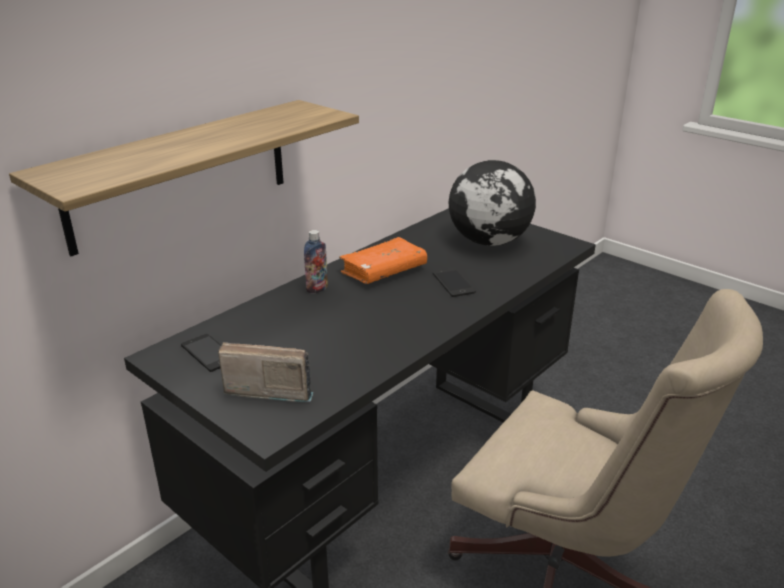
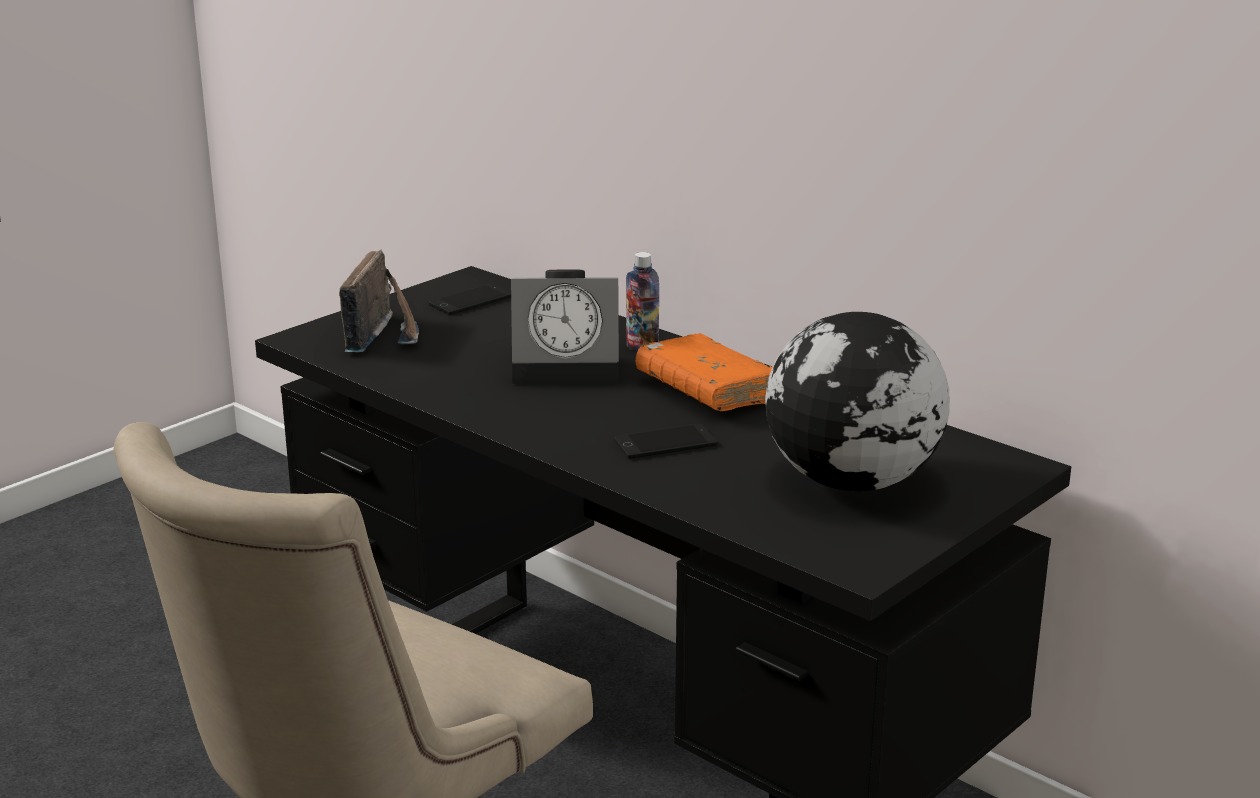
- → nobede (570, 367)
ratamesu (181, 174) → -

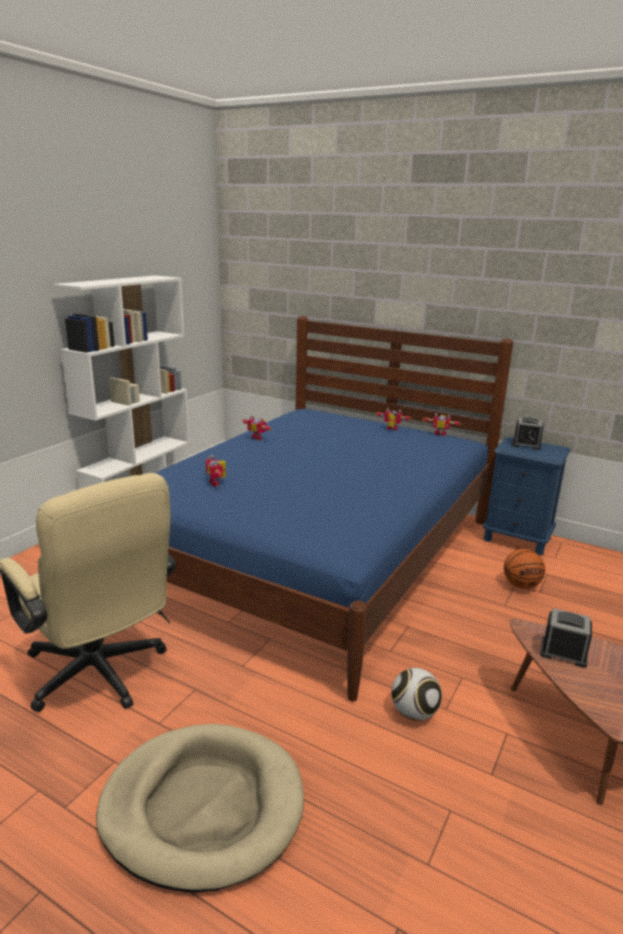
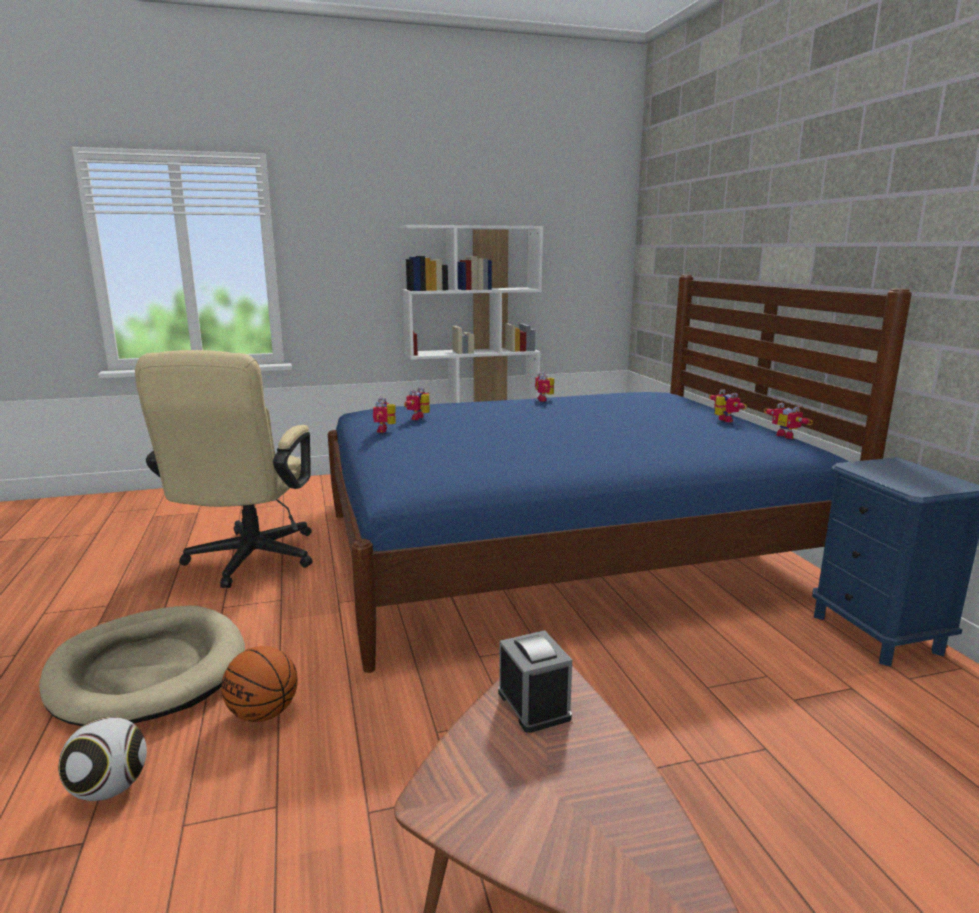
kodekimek (414, 713) → kodekimek (110, 789), moved
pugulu (521, 585) → pugulu (263, 713), moved
- → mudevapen (385, 430)
nobede (526, 445) → -

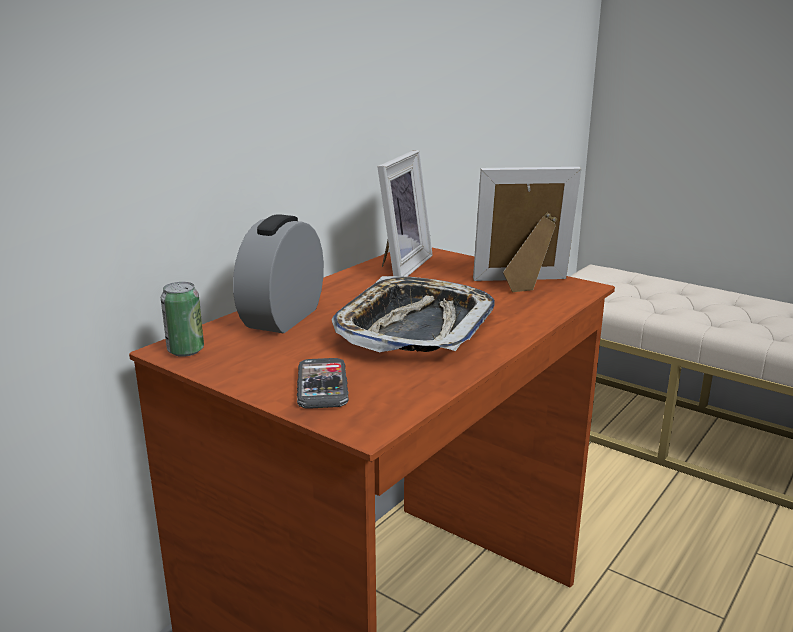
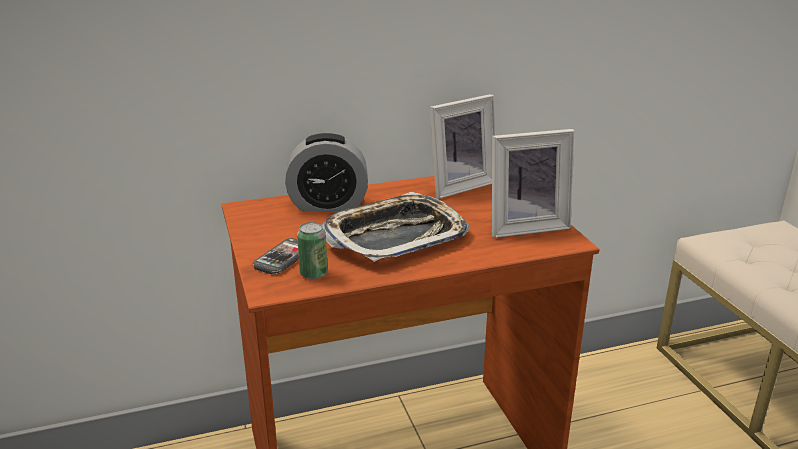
nobede (283, 318) → nobede (328, 205), 150 degrees counterclockwise
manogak (186, 351) → manogak (313, 274), moved
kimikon (523, 284) → kimikon (525, 226), 135 degrees clockwise

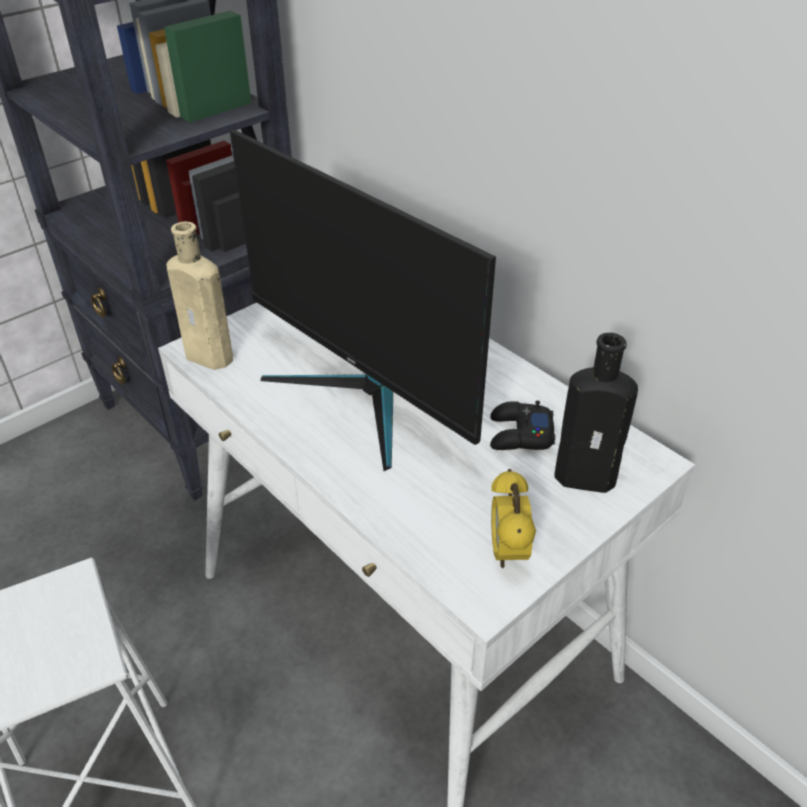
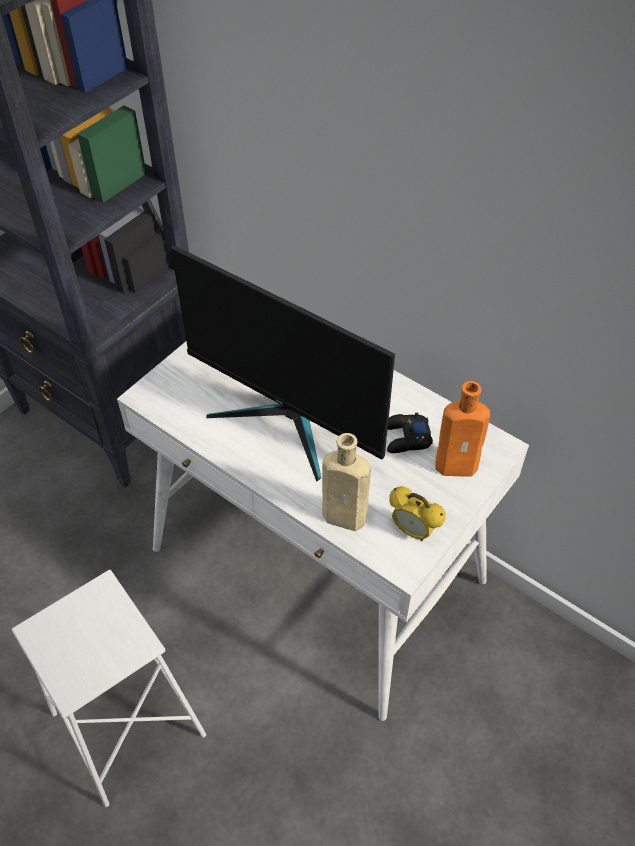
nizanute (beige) (212, 357) → nizanute (beige) (347, 517), moved
nobede (507, 552) → nobede (413, 531), 45 degrees counterclockwise
nizanute (black) (589, 477) → nizanute (orange) (459, 466)

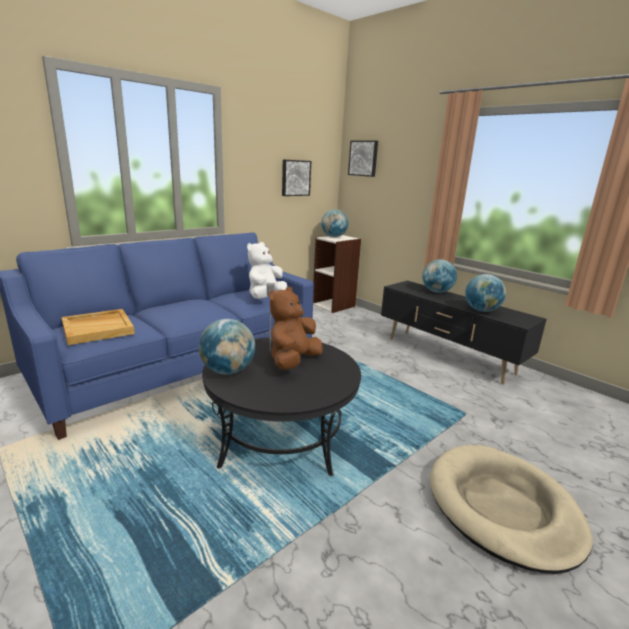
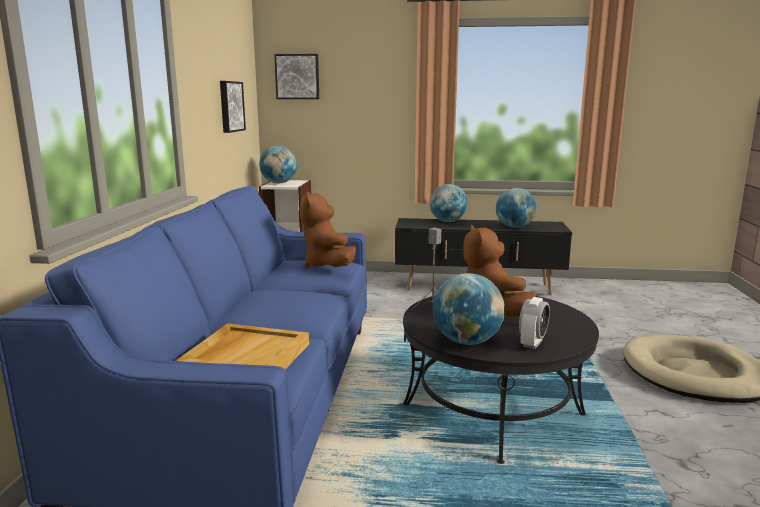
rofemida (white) (266, 297) → rofemida (brown) (328, 266)
- → nobede (532, 343)

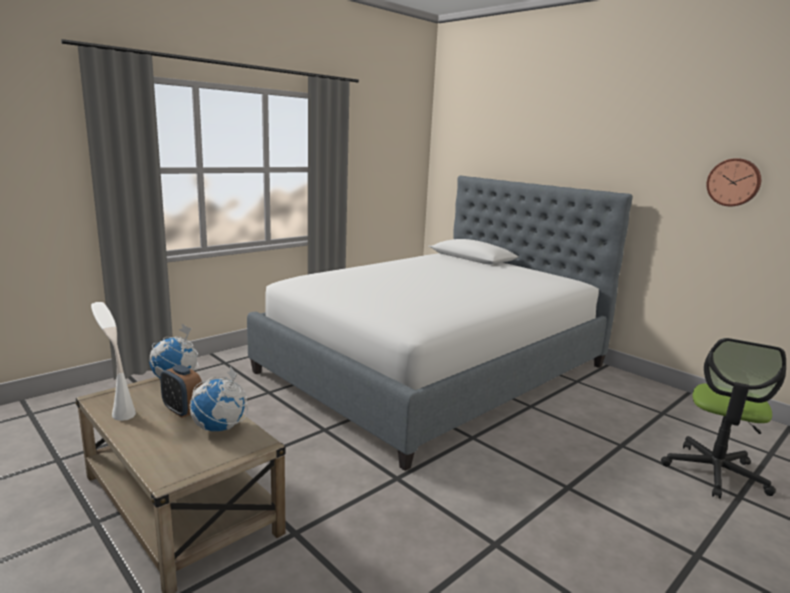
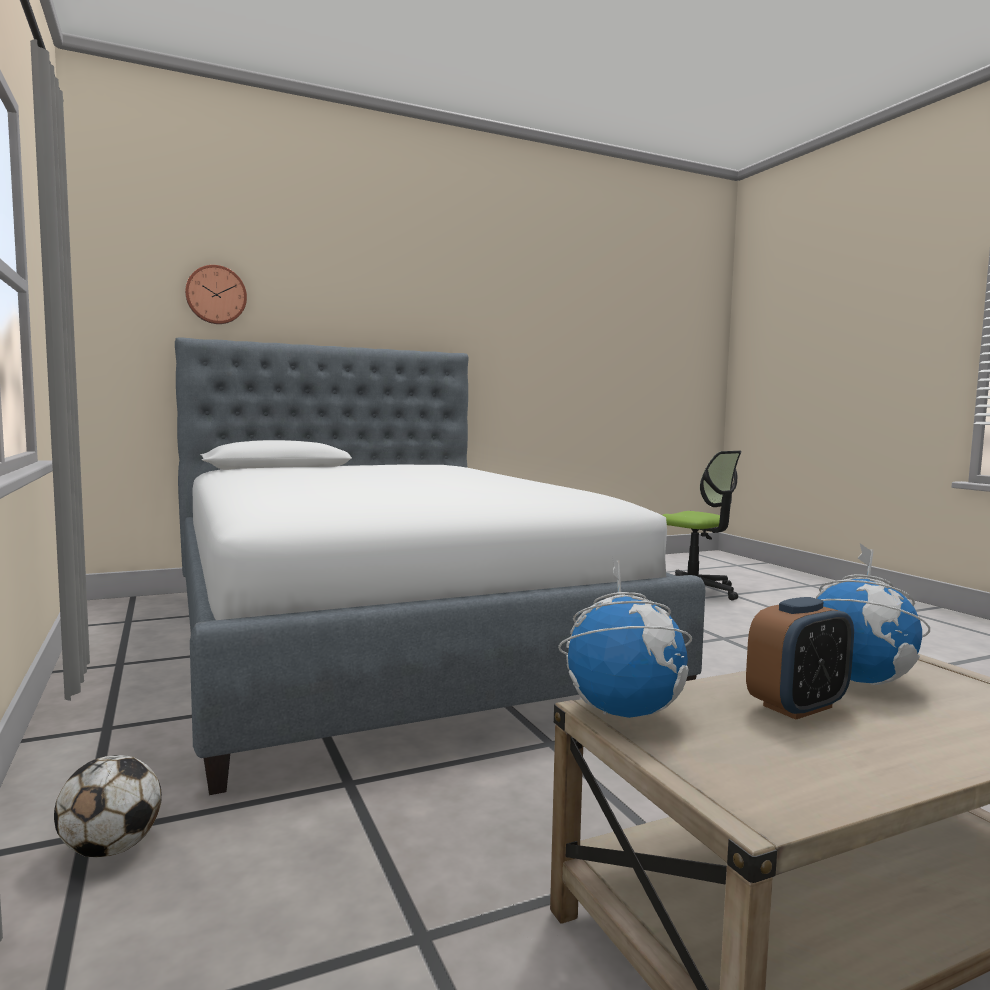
- → kodekimek (111, 849)
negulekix (734, 182) → negulekix (216, 295), moved
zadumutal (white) (116, 402) → -

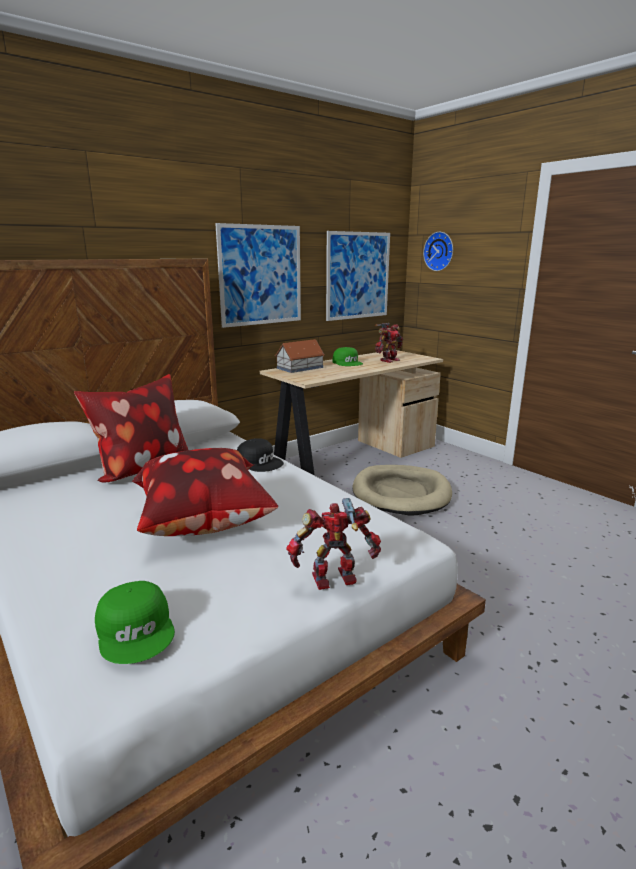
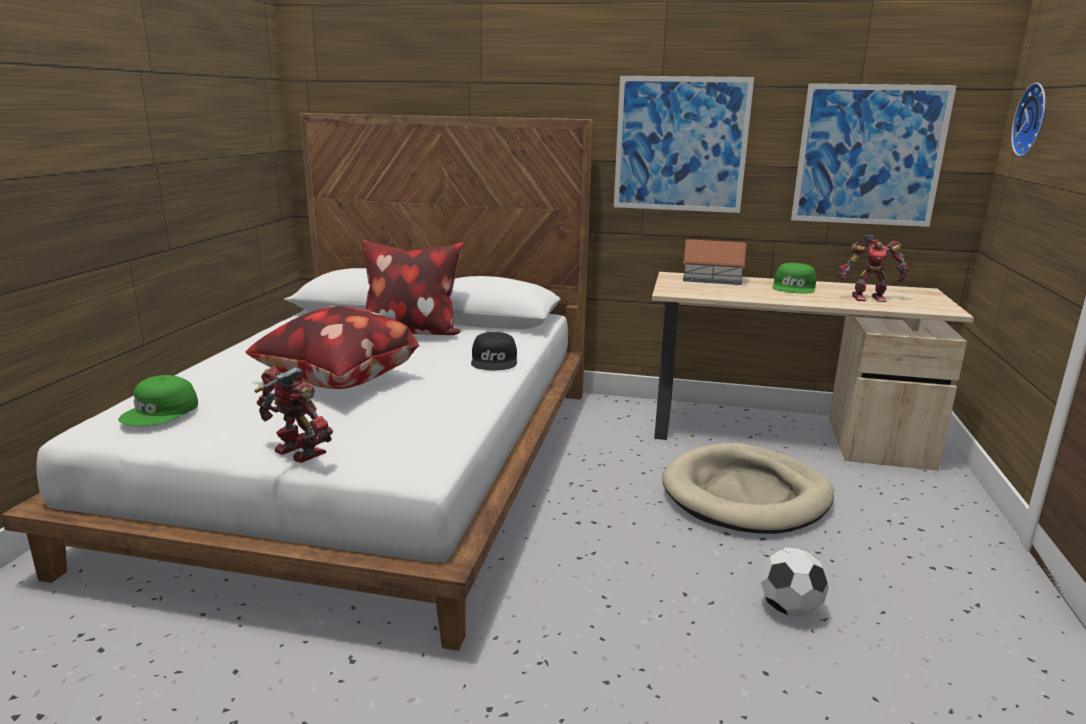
- → kodekimek (788, 608)

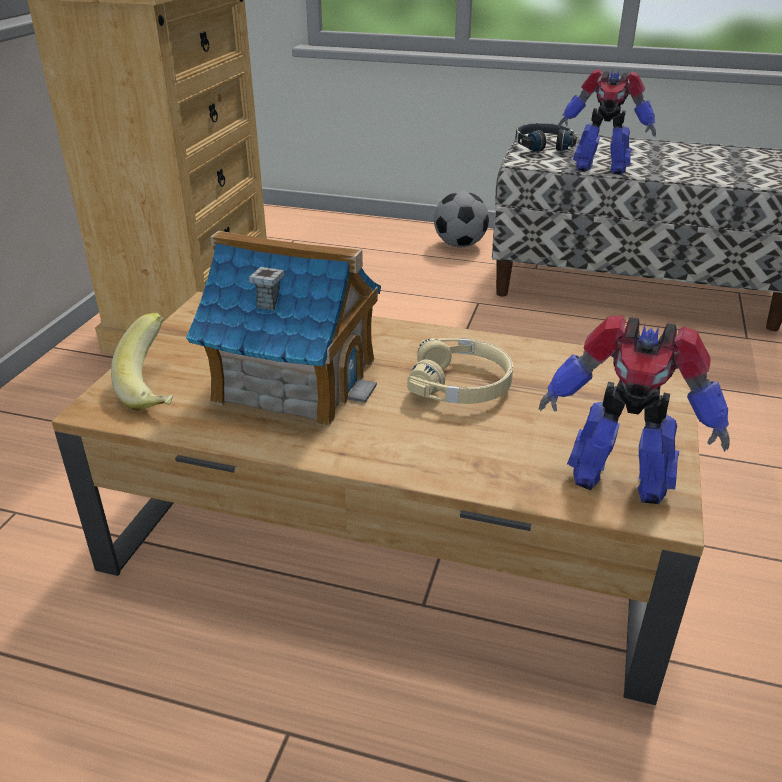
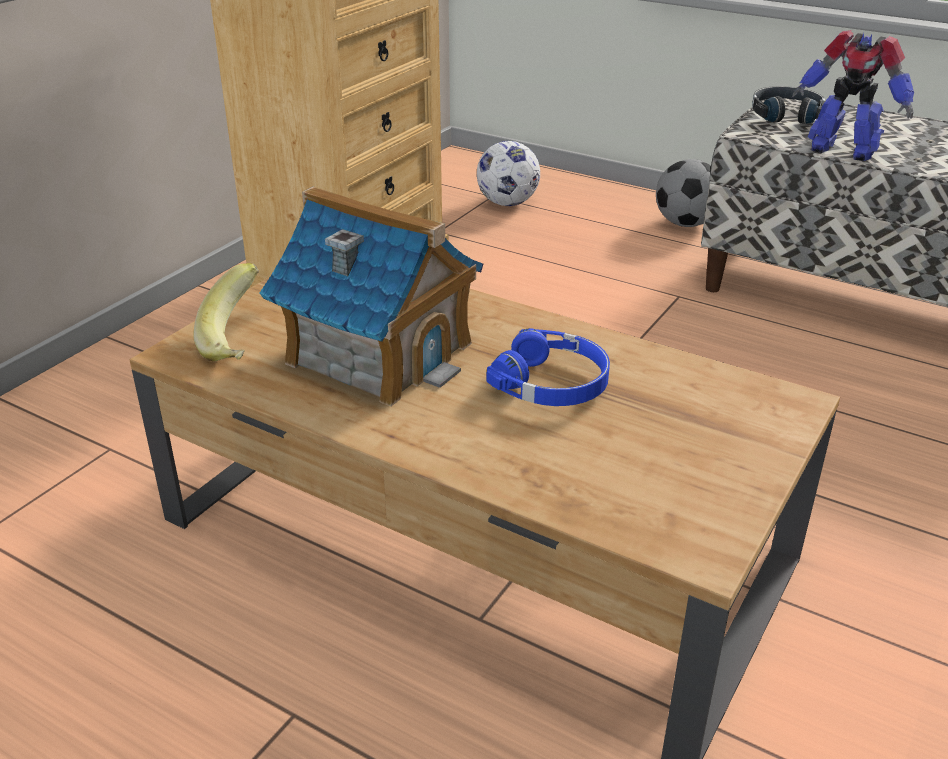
- → kodekimek (507, 203)
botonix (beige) (461, 384) → botonix (blue) (552, 383)
mudevapen (618, 477) → -

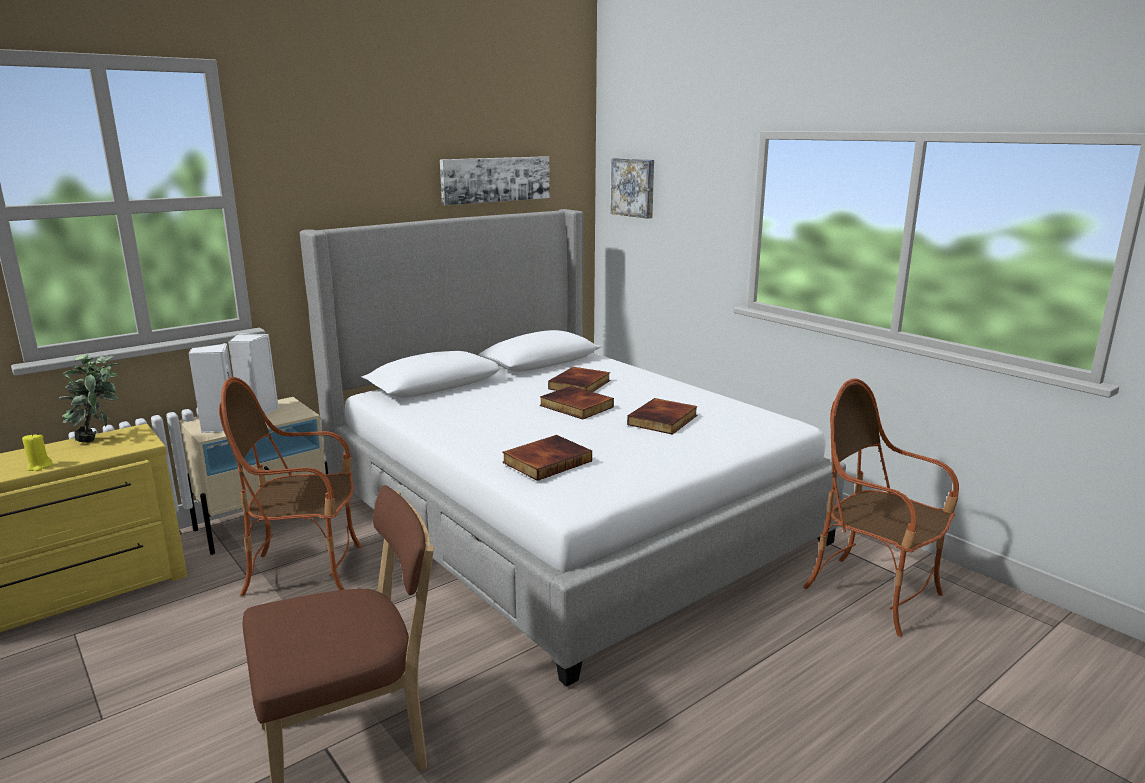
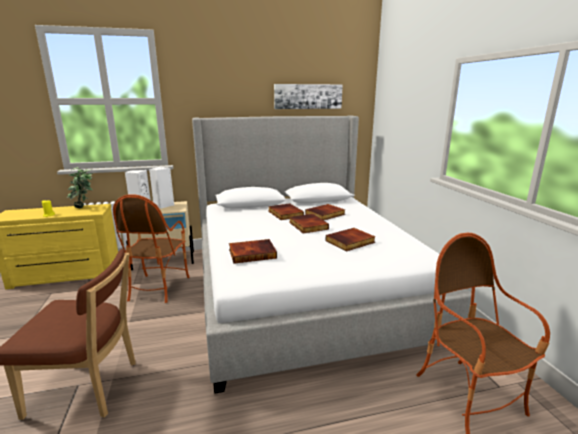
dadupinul (306, 571) → dadupinul (158, 287), 105 degrees counterclockwise
- → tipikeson (284, 213)
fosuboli (634, 187) → -

